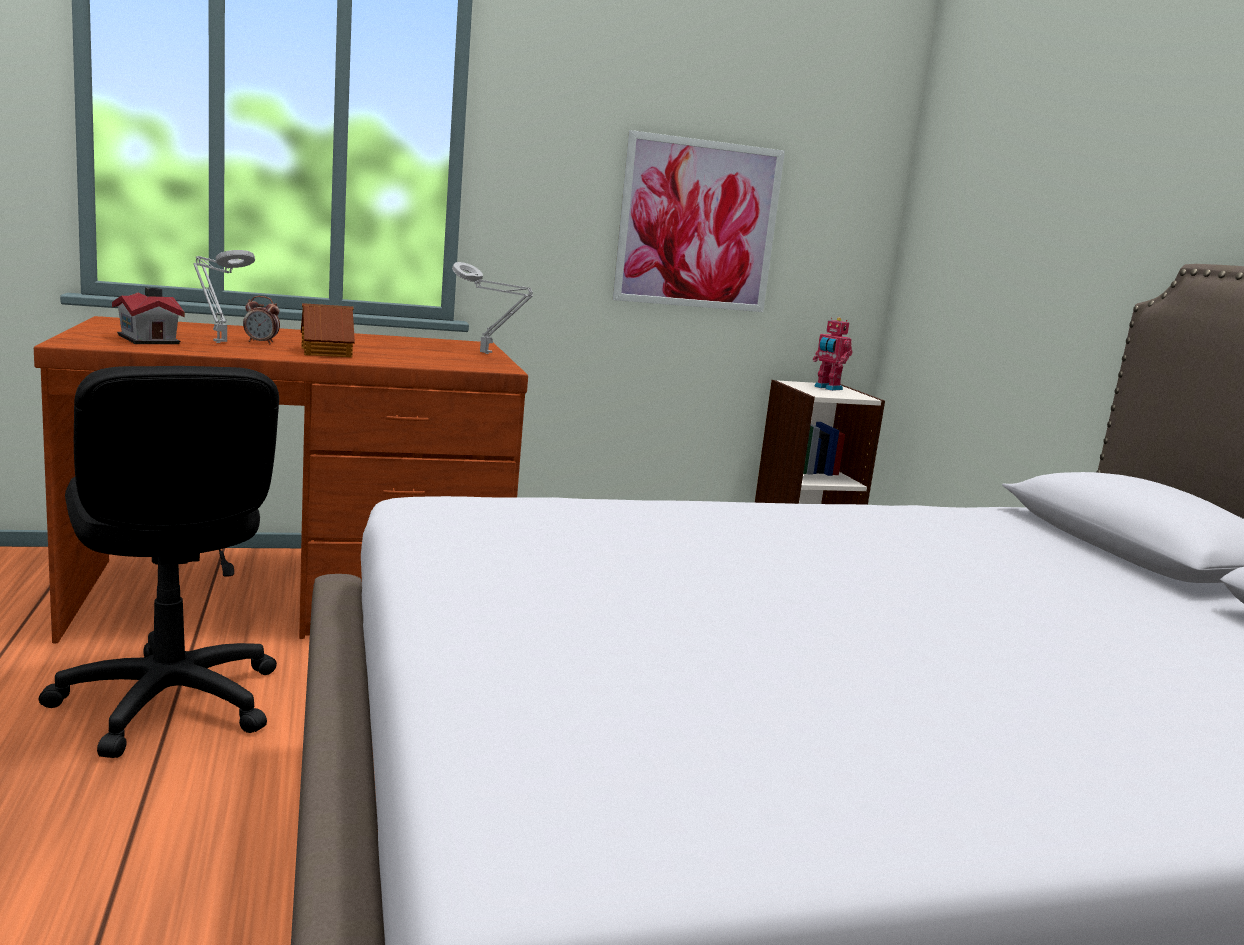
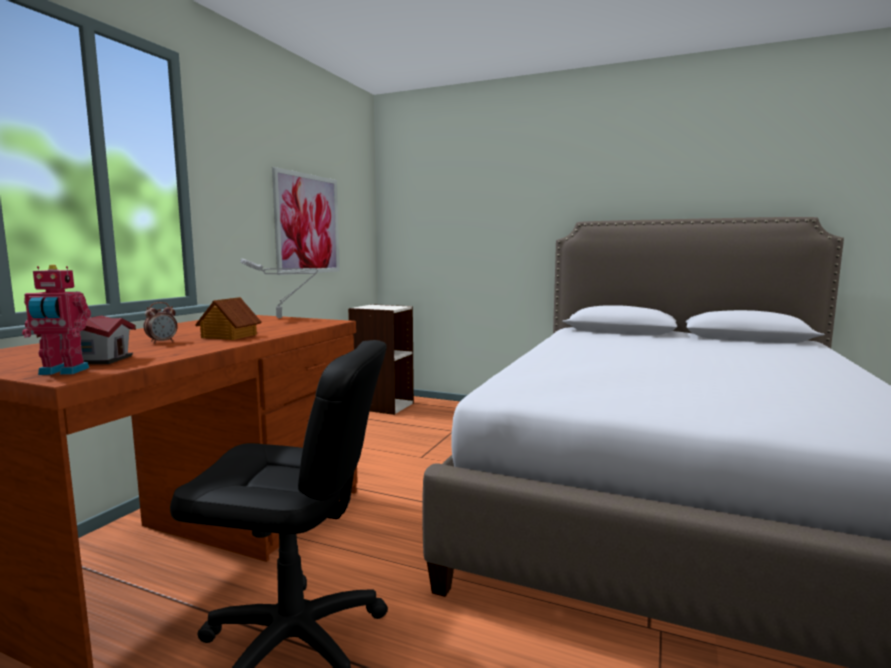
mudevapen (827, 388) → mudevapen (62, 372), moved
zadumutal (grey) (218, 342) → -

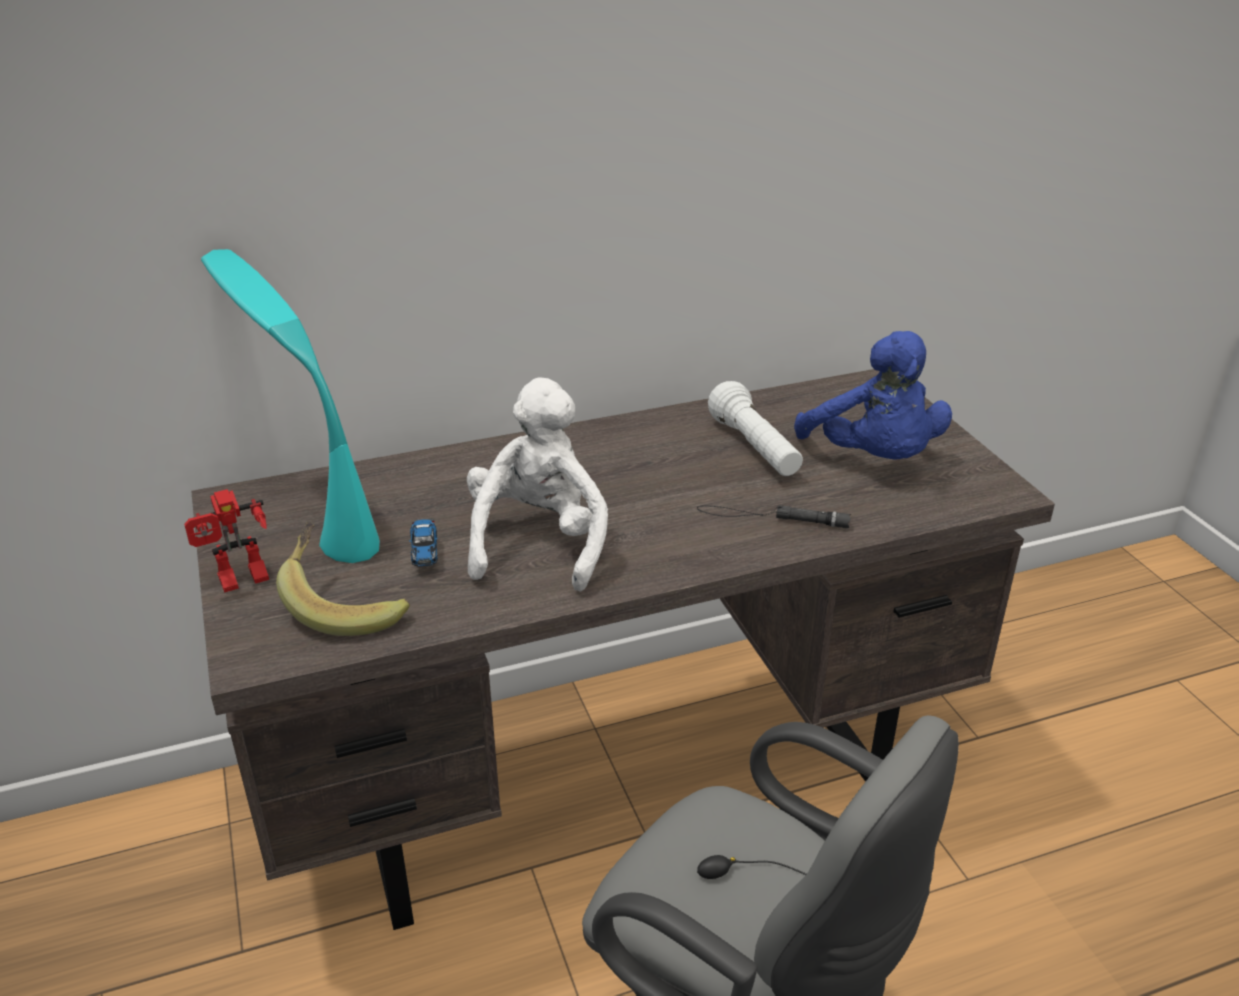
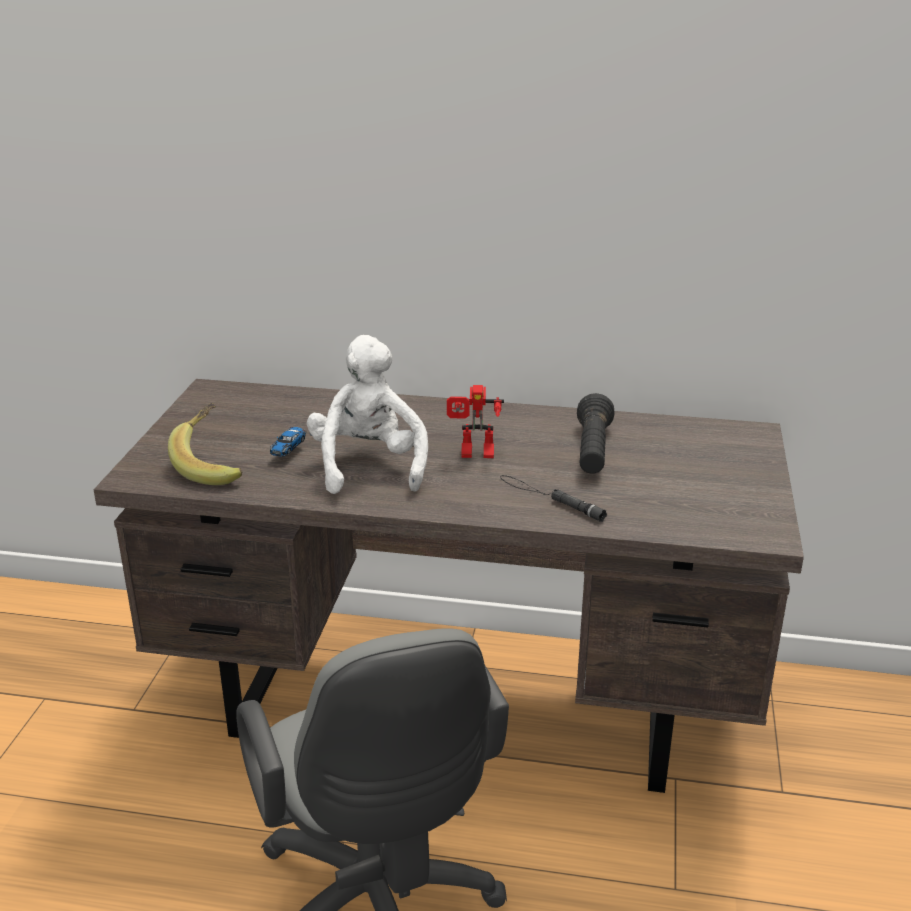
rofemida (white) (539, 542) → rofemida (white) (368, 466), 45 degrees counterclockwise
mudevapen (241, 582) → mudevapen (474, 454), moved
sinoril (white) (755, 449) → sinoril (black) (592, 451)
zadumutal (turquoise) (309, 510) → -
rofemida (blue) (873, 458) → -

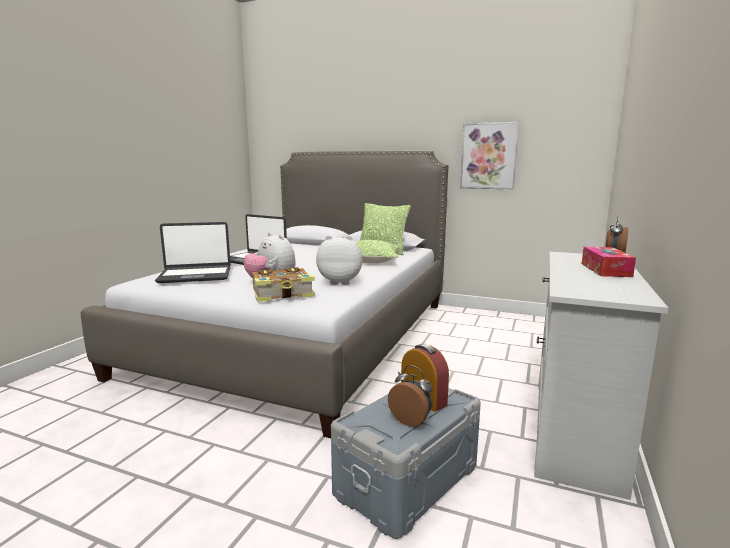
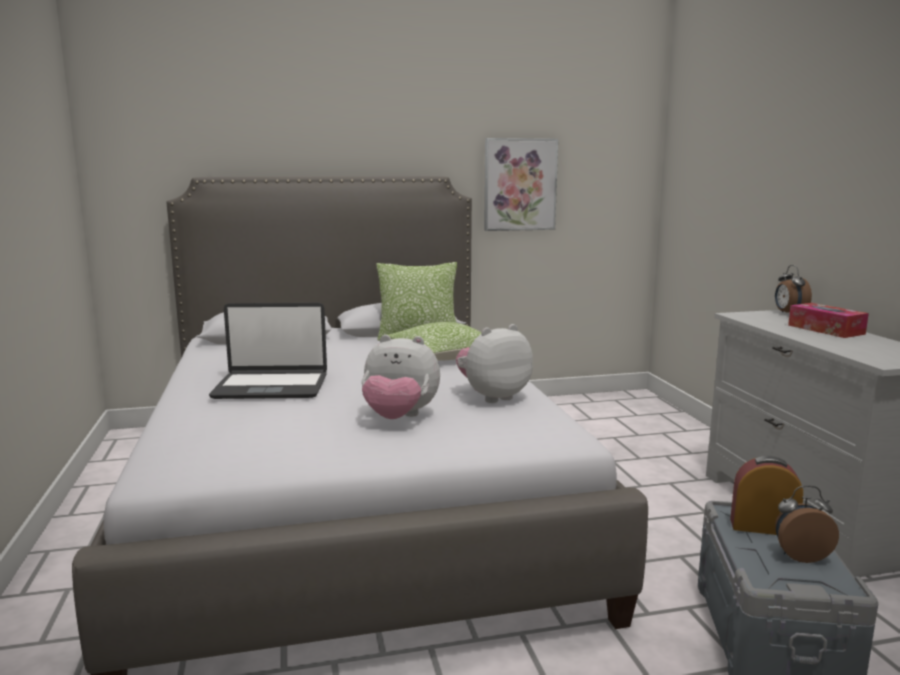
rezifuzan (195, 275) → -
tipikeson (283, 294) → -

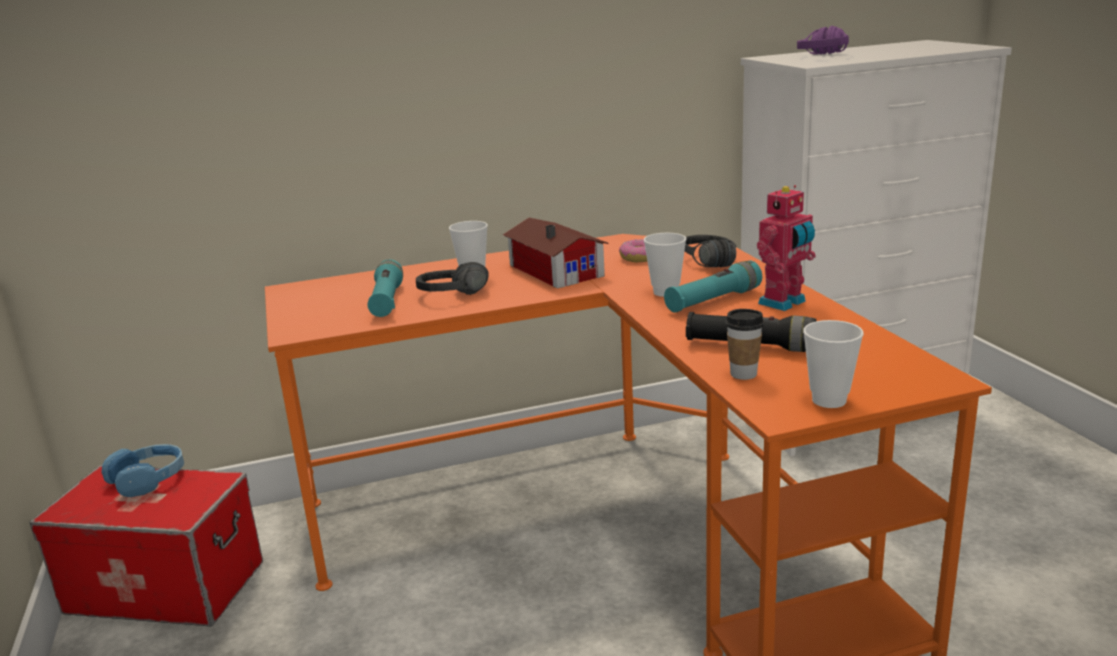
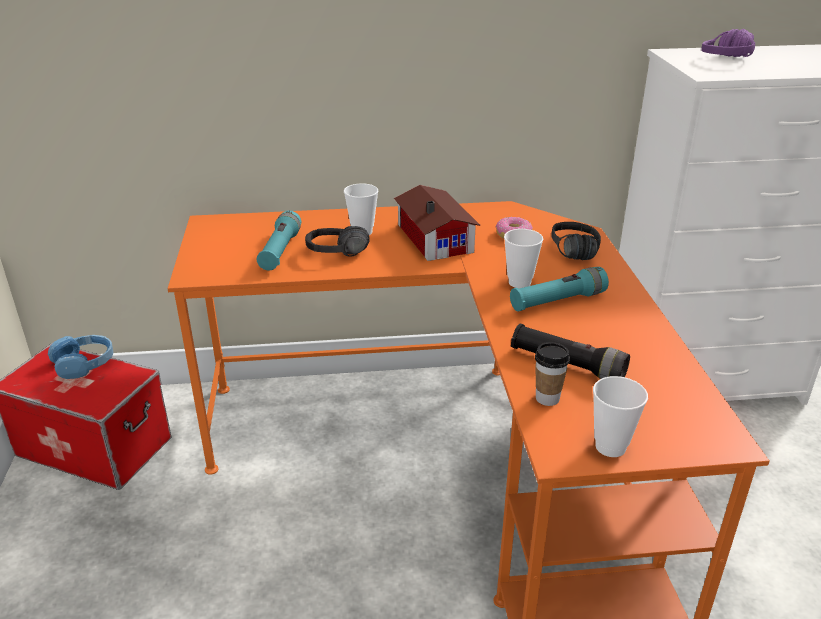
mudevapen (784, 303) → -

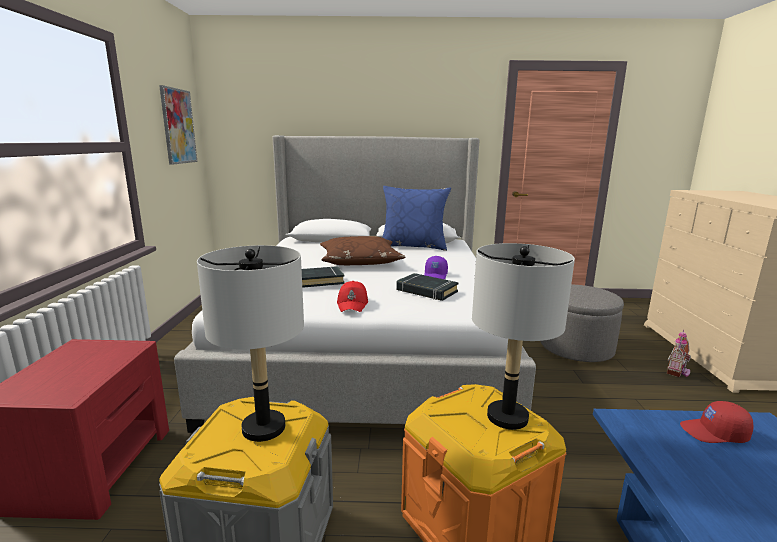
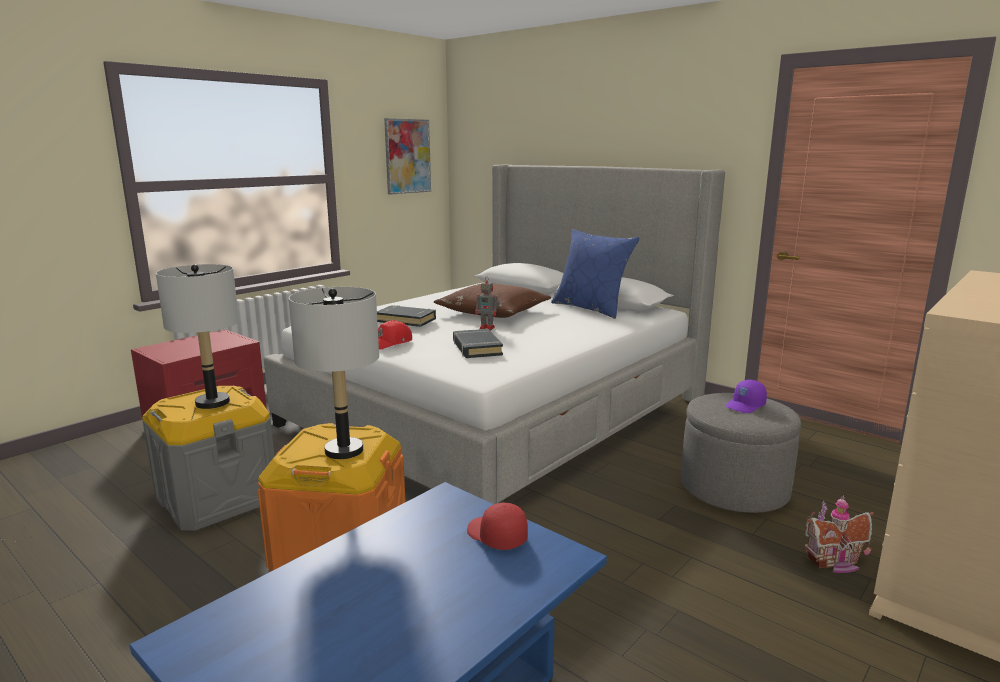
- → mudevapen (488, 328)
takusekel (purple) (436, 275) → takusekel (purple) (745, 406), moved

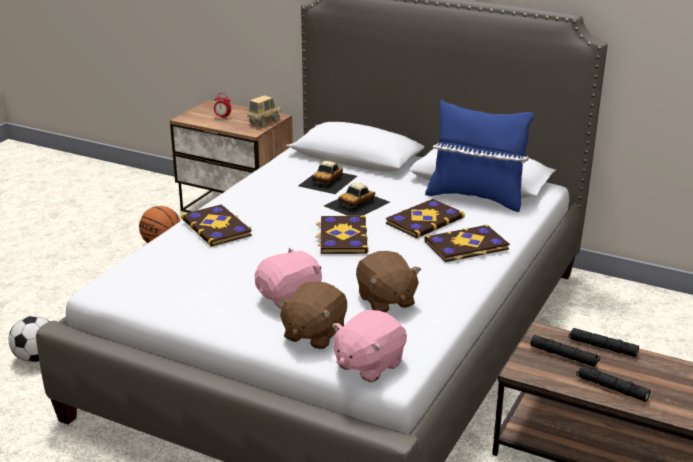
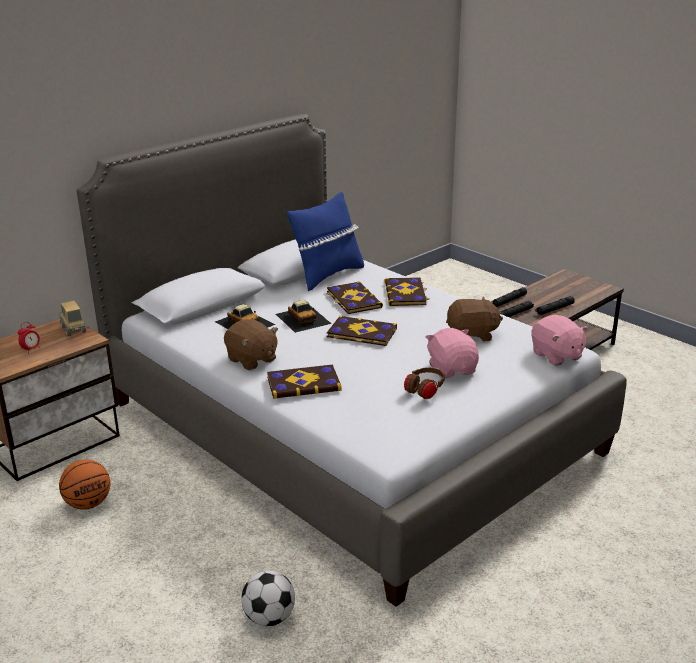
rofemida (brown) (313, 334) → rofemida (brown) (251, 360), moved
- → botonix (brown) (424, 391)

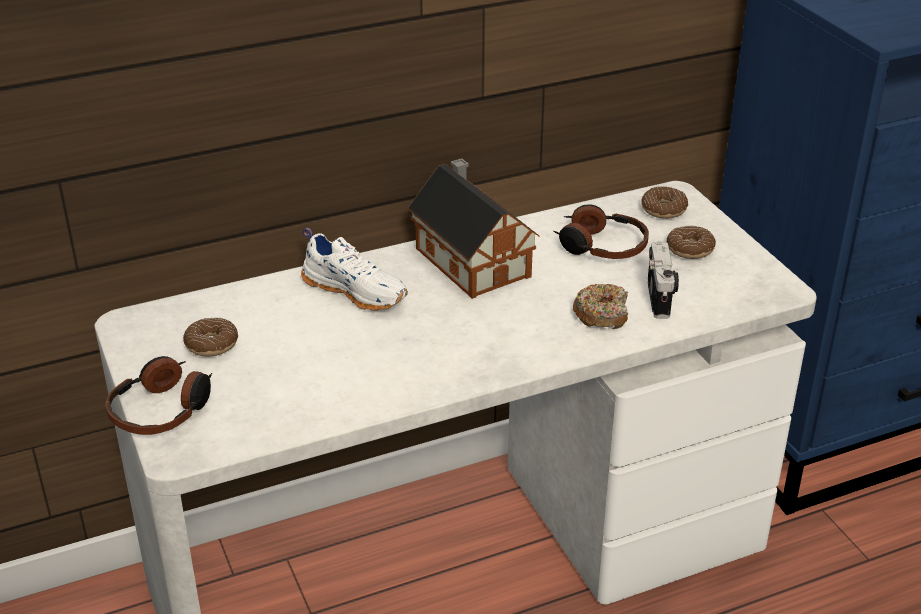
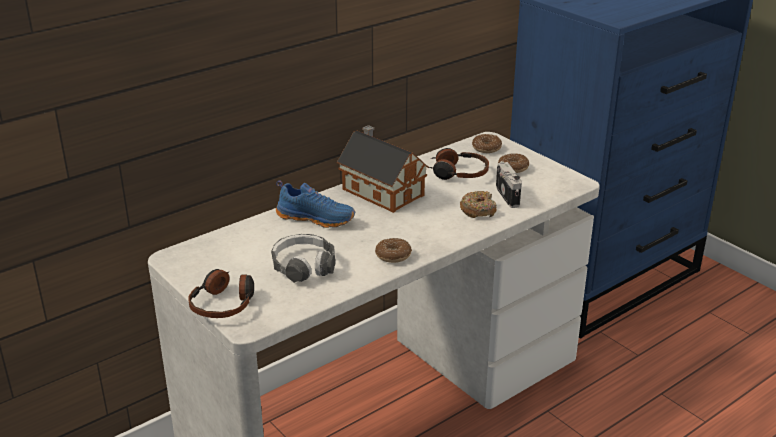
- → botonix (303, 266)
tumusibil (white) (356, 290) → tumusibil (blue) (316, 218)
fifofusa (212, 344) → fifofusa (393, 255), moved

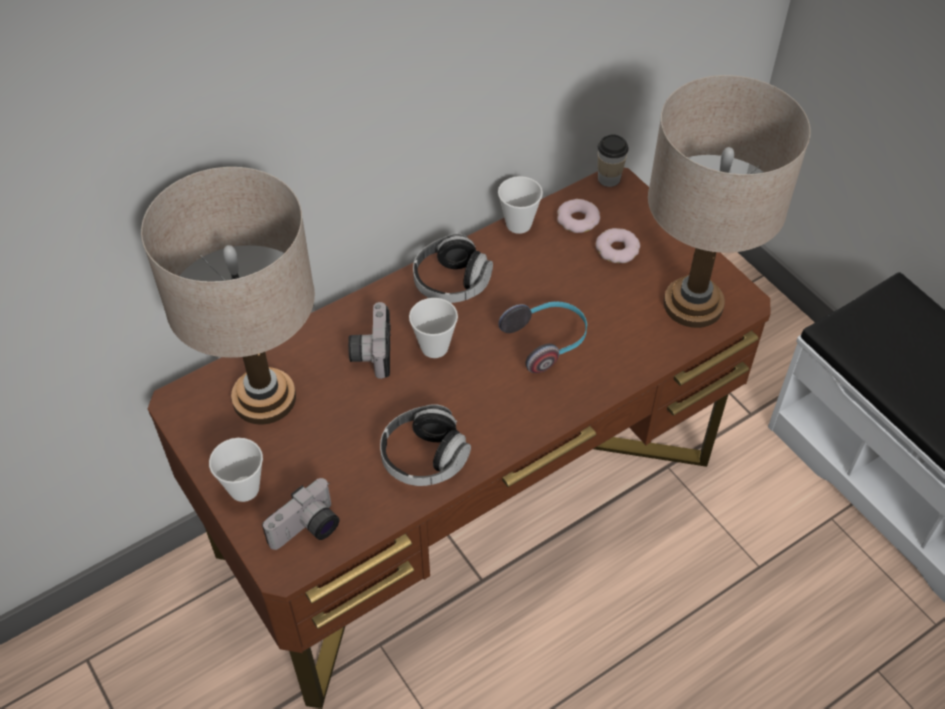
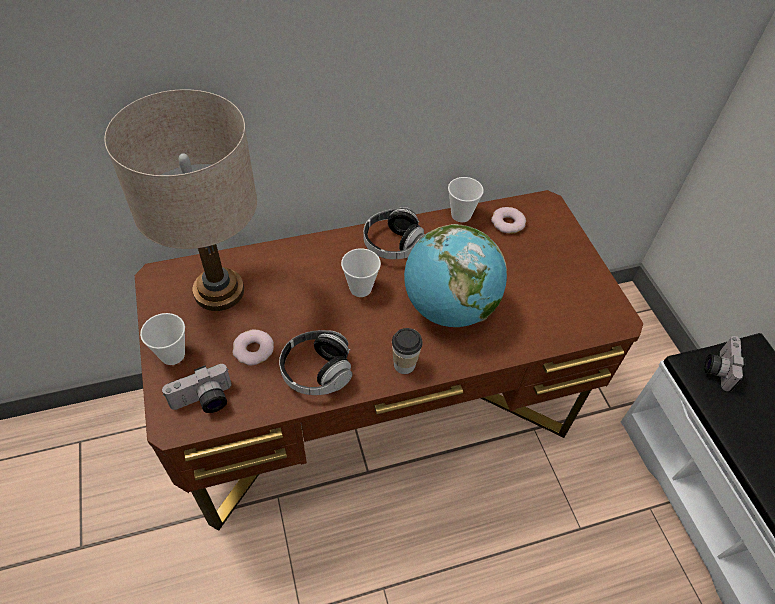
fifofusa (617, 249) → fifofusa (253, 350), moved
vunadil (609, 178) → vunadil (404, 364), moved
botonix (547, 341) → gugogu (449, 308)
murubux (370, 351) → murubux (717, 368), moved
zadumutal (beige) (693, 304) → -

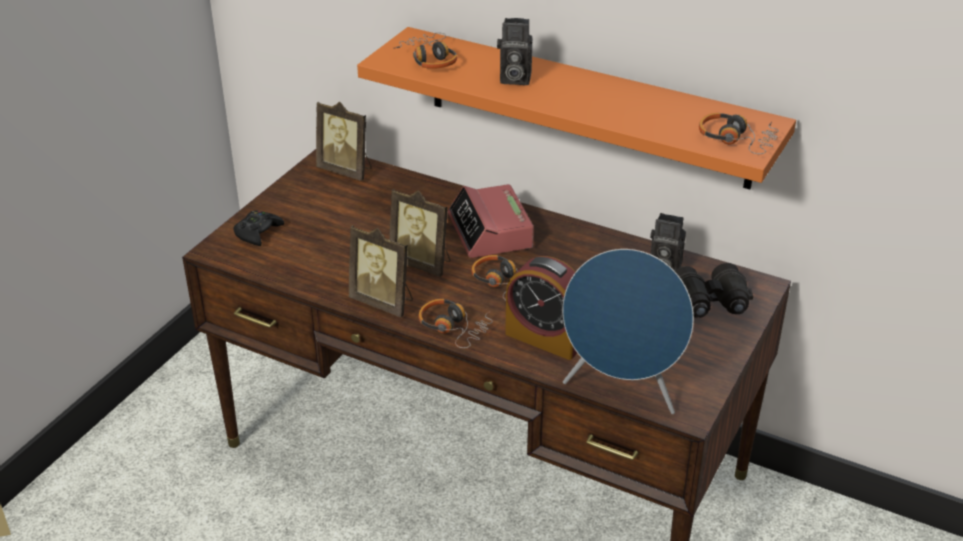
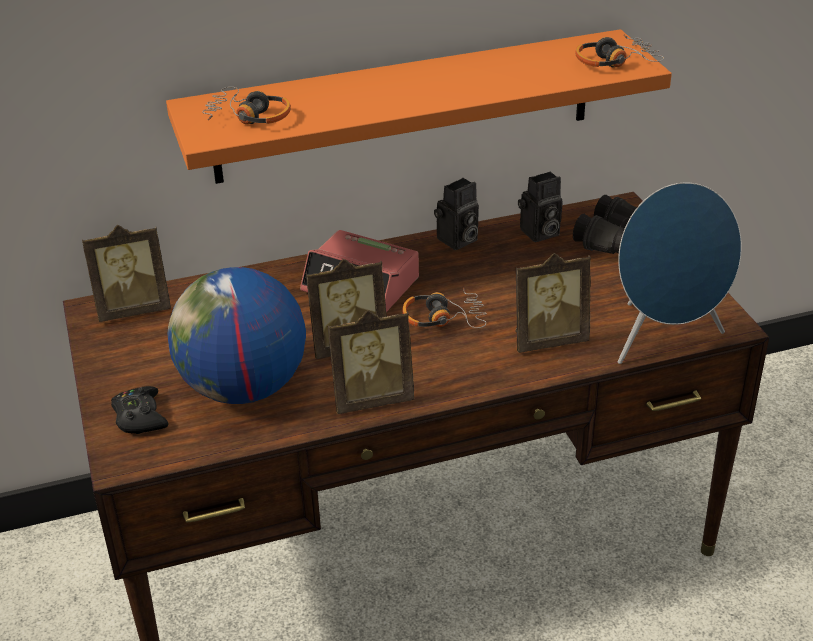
- → gugogu (243, 388)
murubux (513, 79) → murubux (457, 241), moved
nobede (545, 338) → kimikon (547, 339)
botonix (454, 328) → -

